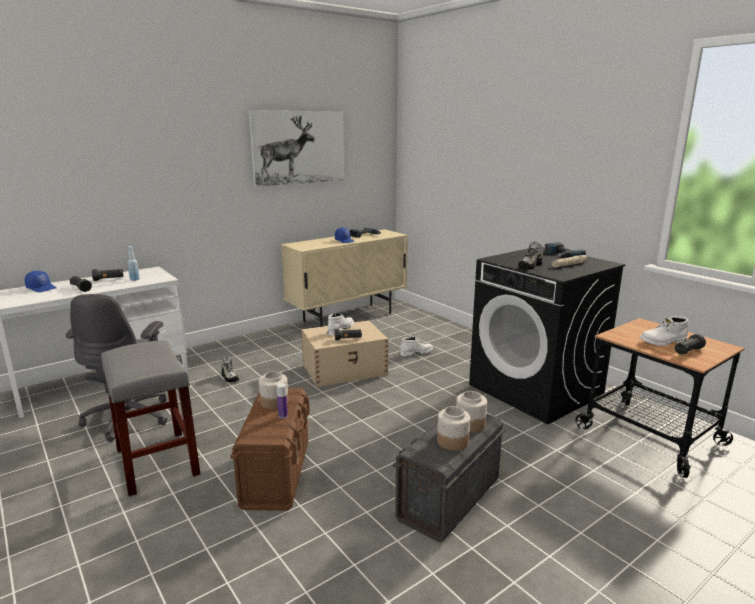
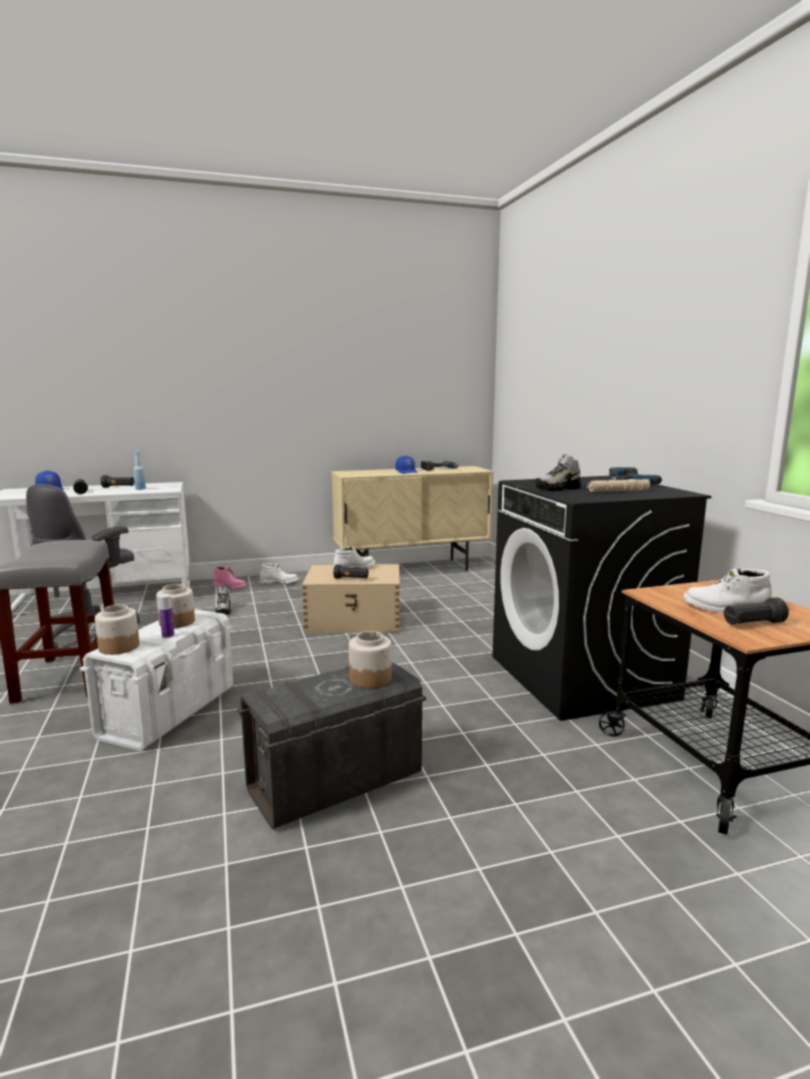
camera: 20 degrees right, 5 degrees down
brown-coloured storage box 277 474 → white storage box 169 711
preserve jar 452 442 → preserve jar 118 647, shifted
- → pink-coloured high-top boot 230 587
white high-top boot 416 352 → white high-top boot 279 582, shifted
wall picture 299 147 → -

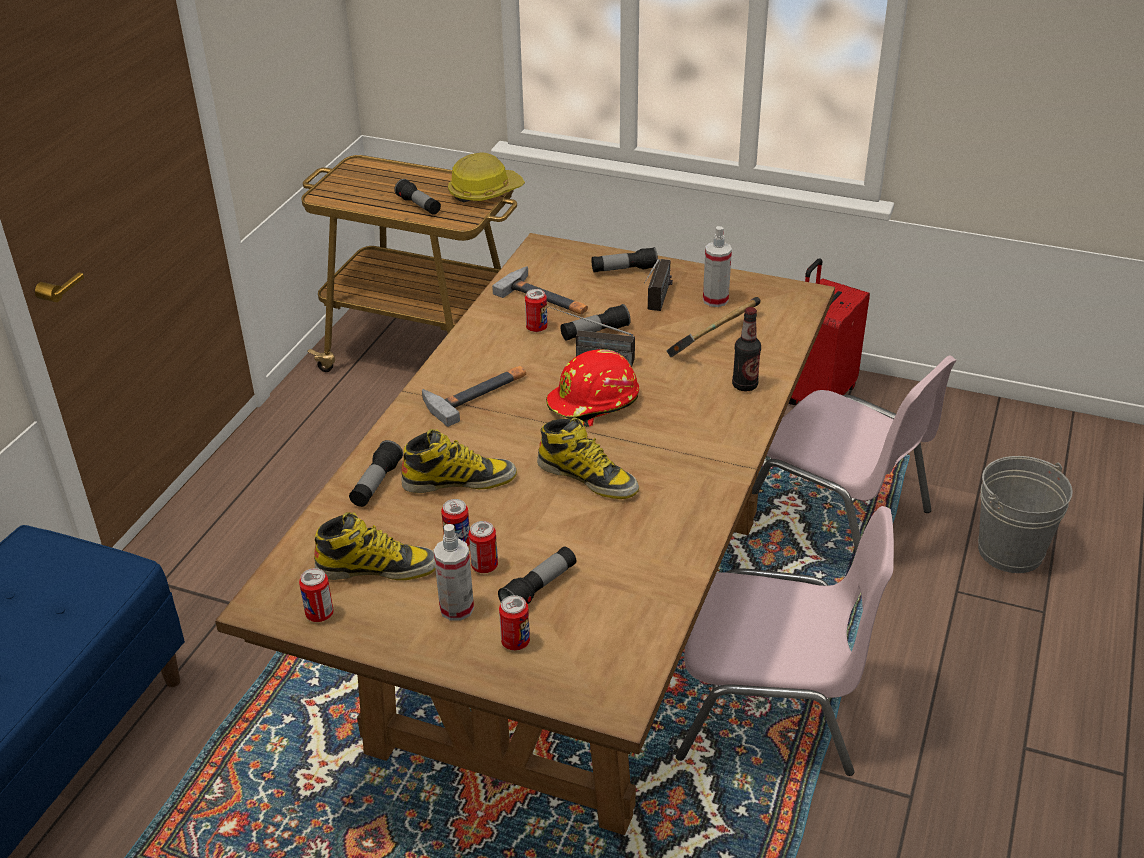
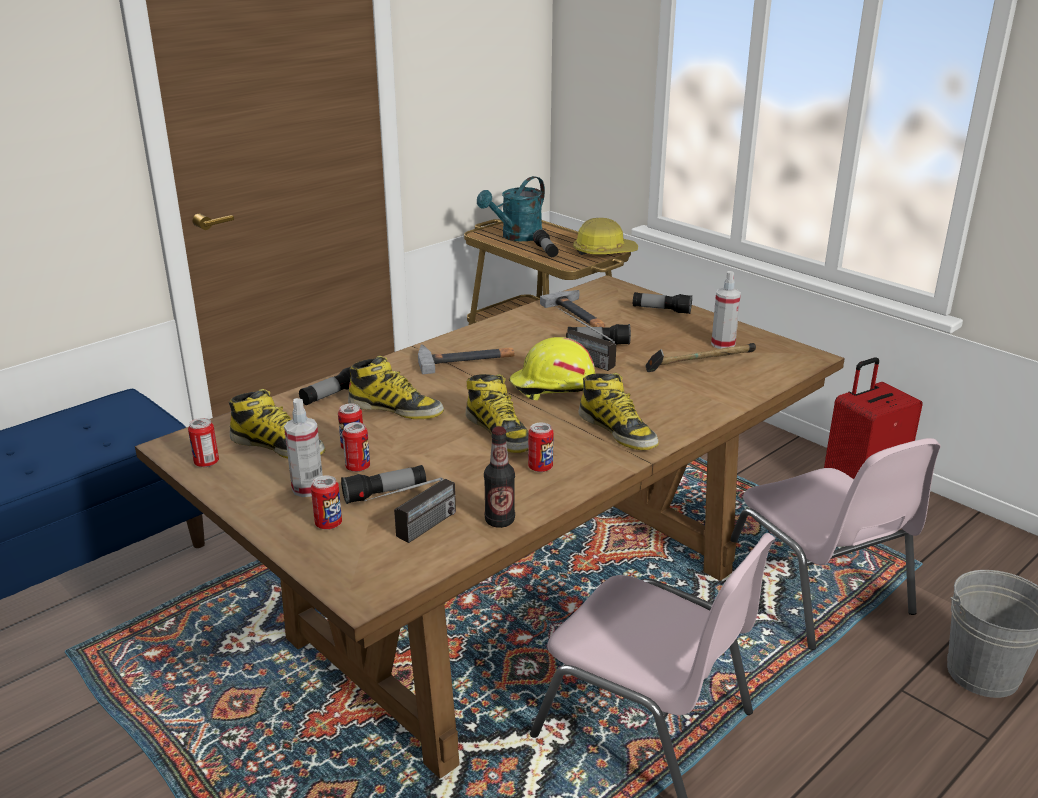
camera: 25 degrees right, 10 degrees down
radio 657 304 → radio 415 533, shifted
- → turquoise-coloured watering can 516 237
drink bottle 744 385 → drink bottle 499 521, shifted
red hard hat 593 403 → yellow hard hat 552 386
sealed can 536 328 → sealed can 540 467, shifted
- → high-top boot 618 430

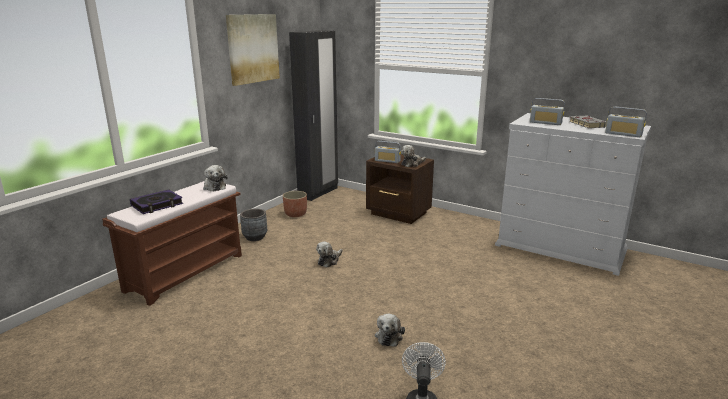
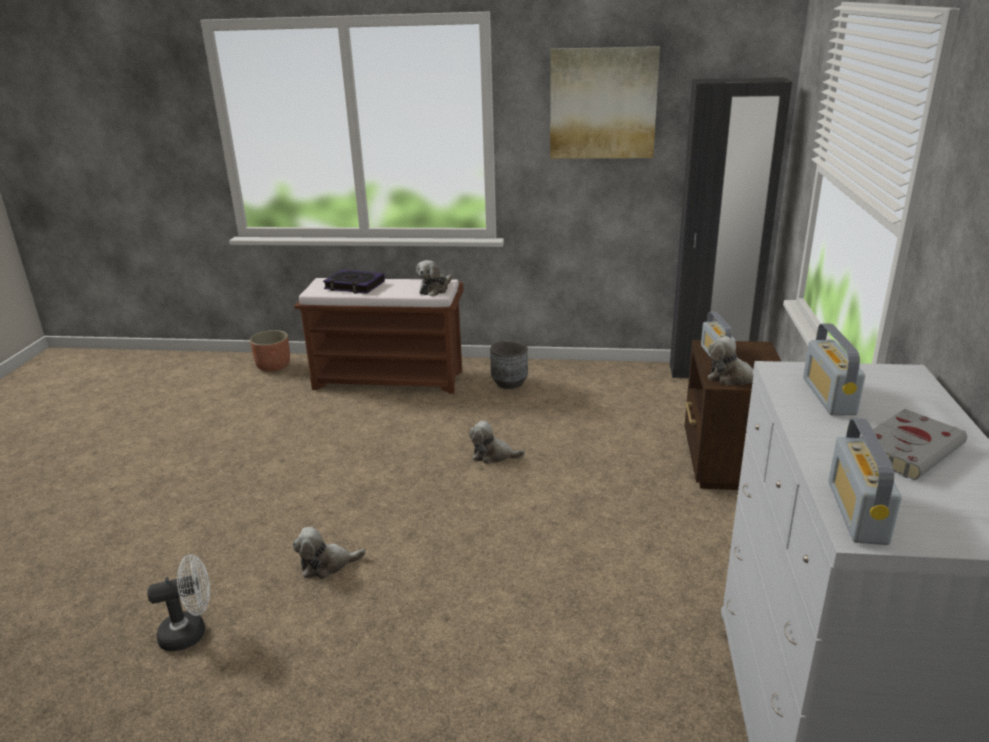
camera: 65 degrees right, 5 degrees up
plant pot 295 214 → plant pot 273 366, shifted

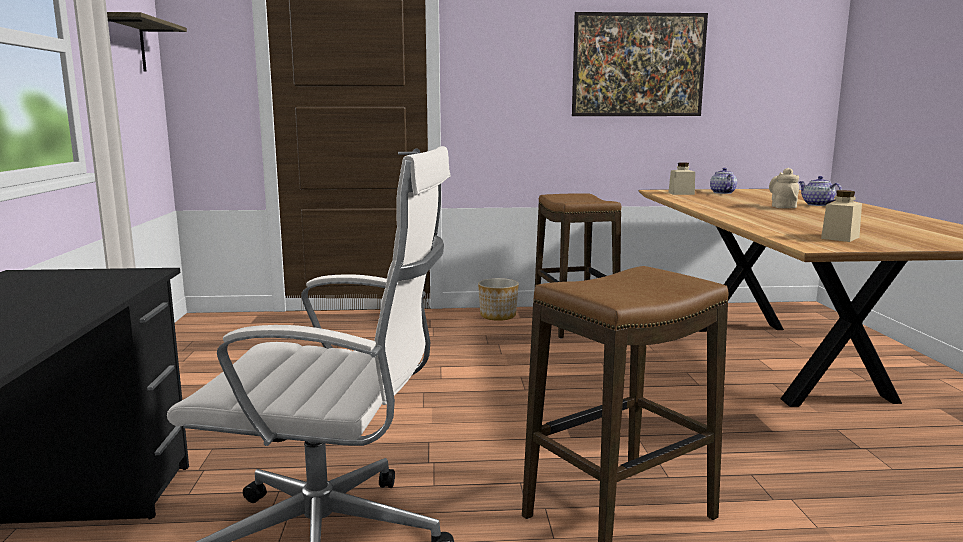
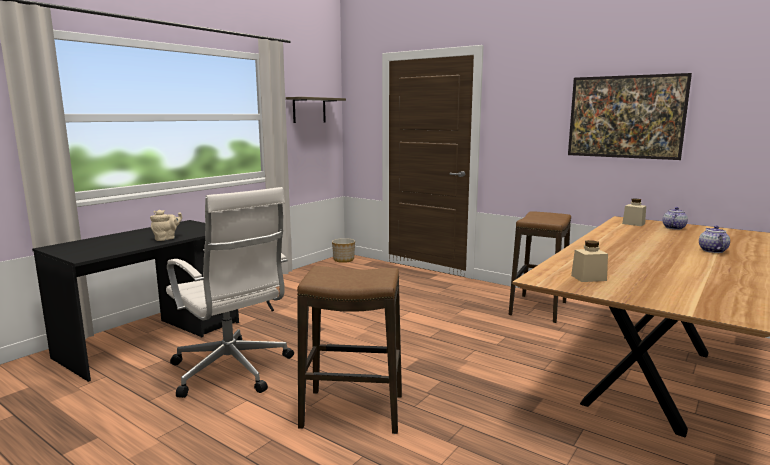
camera: 40 degrees right, 0 degrees up
sand-coloured teapot 782 207 → sand-coloured teapot 166 239, shifted
plant pot 497 316 → plant pot 344 260, shifted

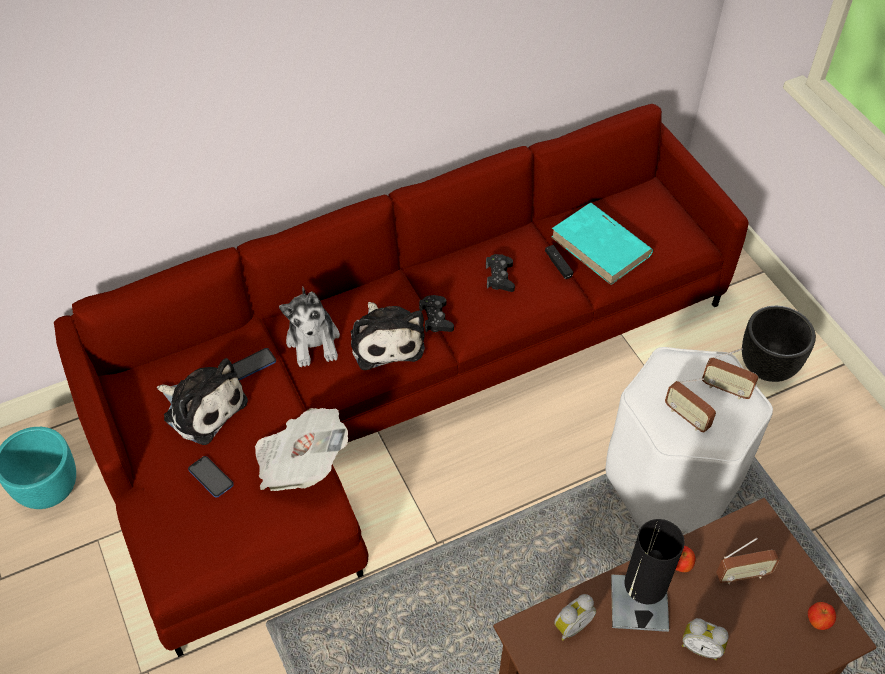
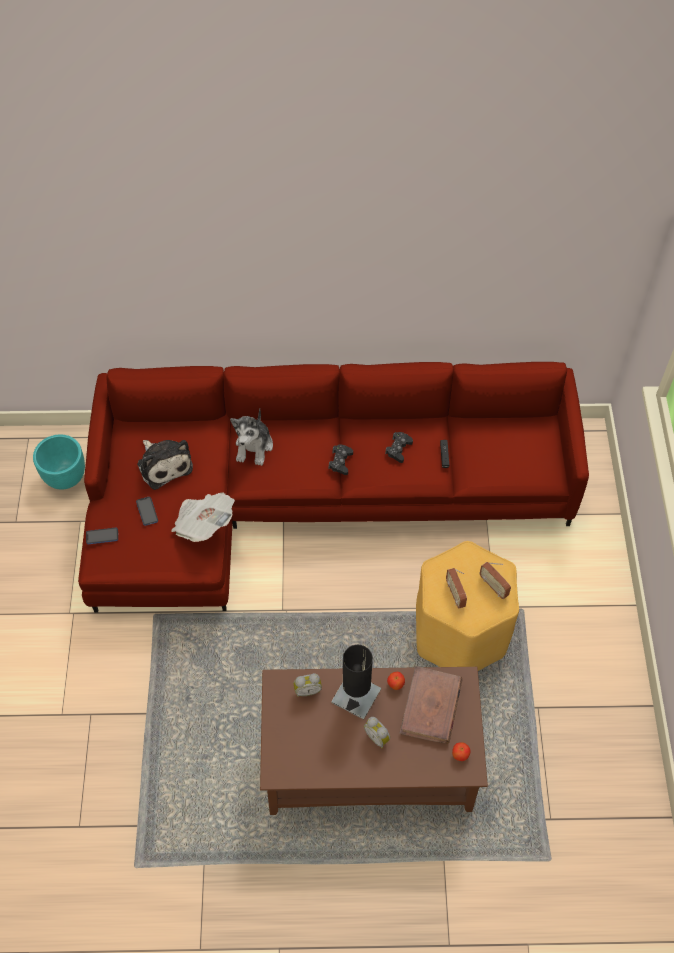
camera: 25 degrees right, 5 degrees up
telephone 253 365 → telephone 102 536, shifted
radio 742 575 → brown-coloured book 431 707
white stool 672 479 → yellow stool 460 633
cuddly toy 386 340 → -
turquoise-coloured book 601 247 → -
blackish plant pot 767 368 → -

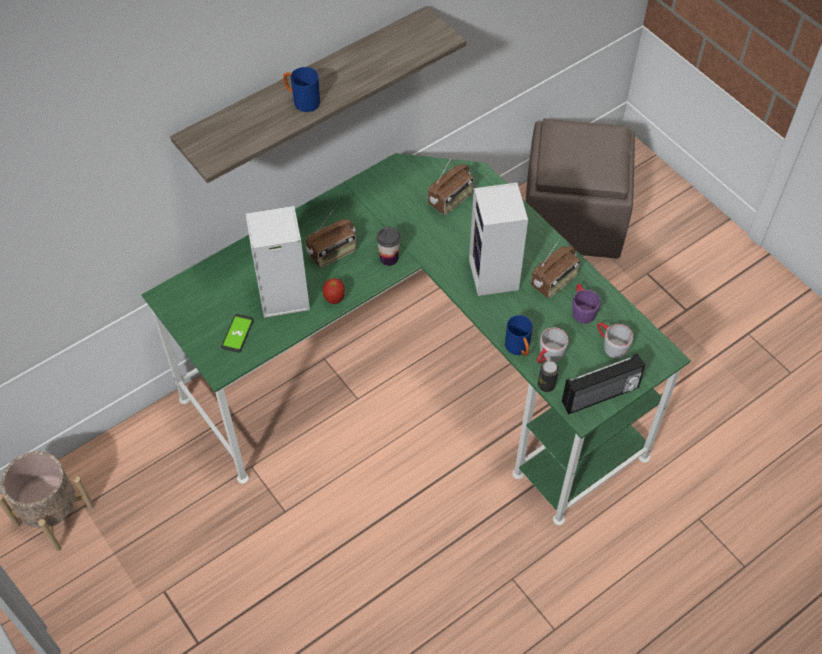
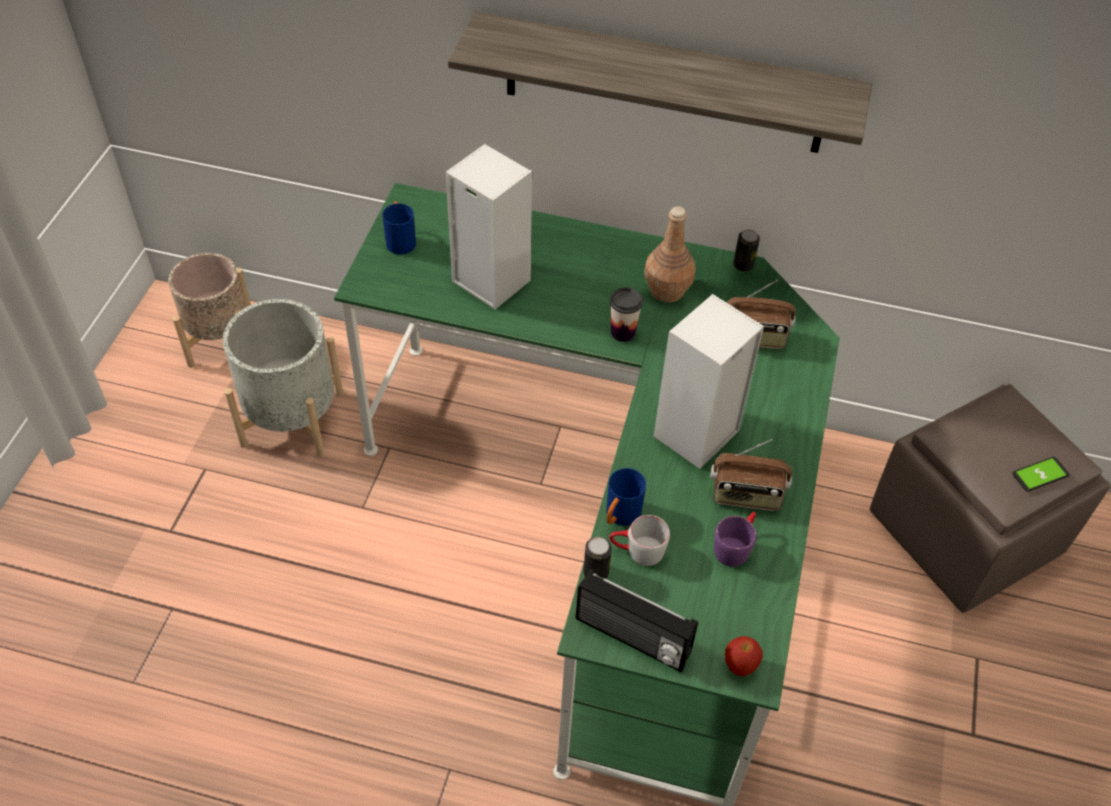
camera: 50 degrees right, 5 degrees down
- → gray plant pot 292 419
blue-coloured mug 302 101 → blue-coloured mug 400 240, shifted
- → brown-coloured drink bottle 667 290
apple fruit 334 299 → apple fruit 739 667, shifted
- → sealed can 743 265
telephone 237 333 → telephone 1040 474, shifted
radio 332 253 → -
gray mug 610 345 → -

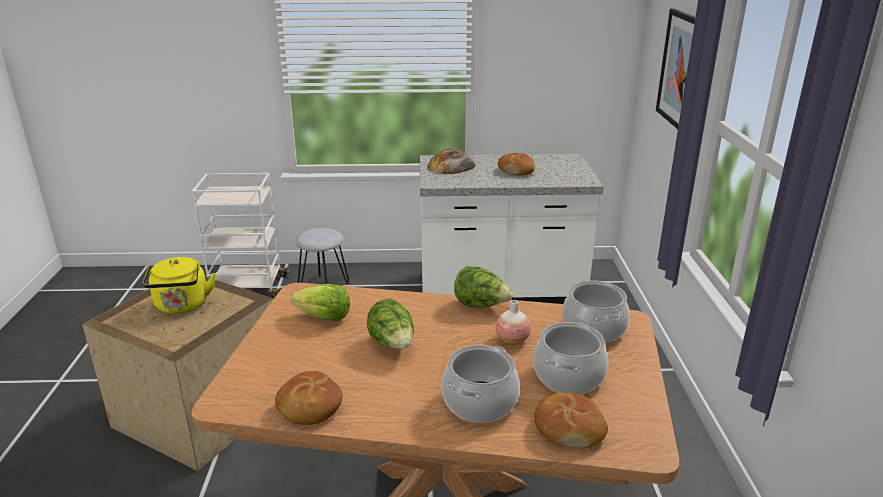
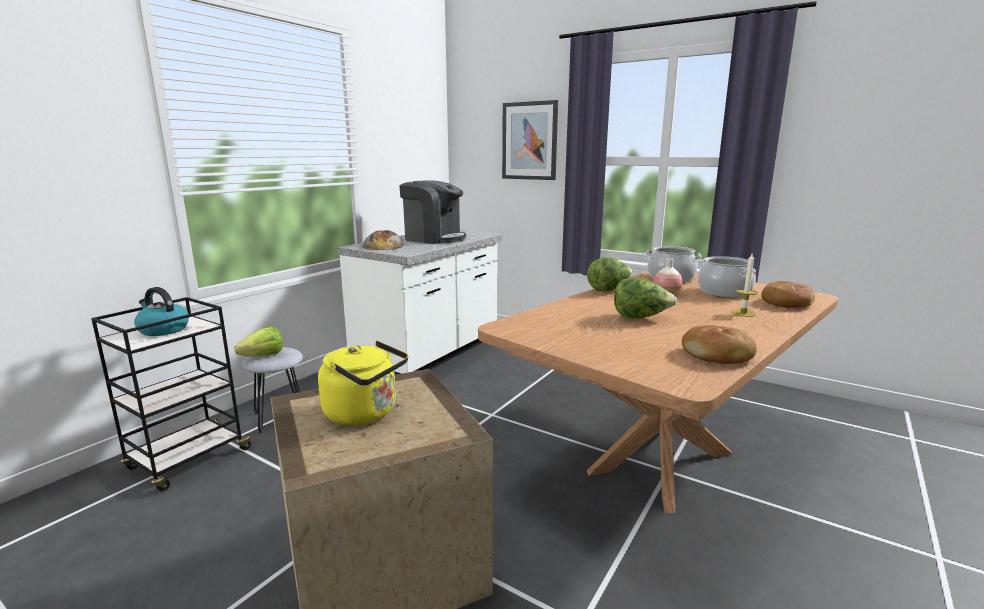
camera: 55 degrees left, 10 degrees down
white wheeled cart 248 287 → blackish wheeled cart 188 460
- → tea kettle 163 330
head of lettuce 324 317 → head of lettuce 263 356, shifted
baked bread 516 170 → coffee machine 434 238
stockpot 480 402 → candle 743 313

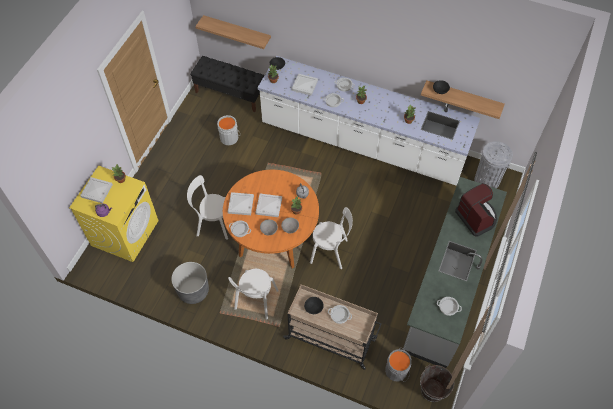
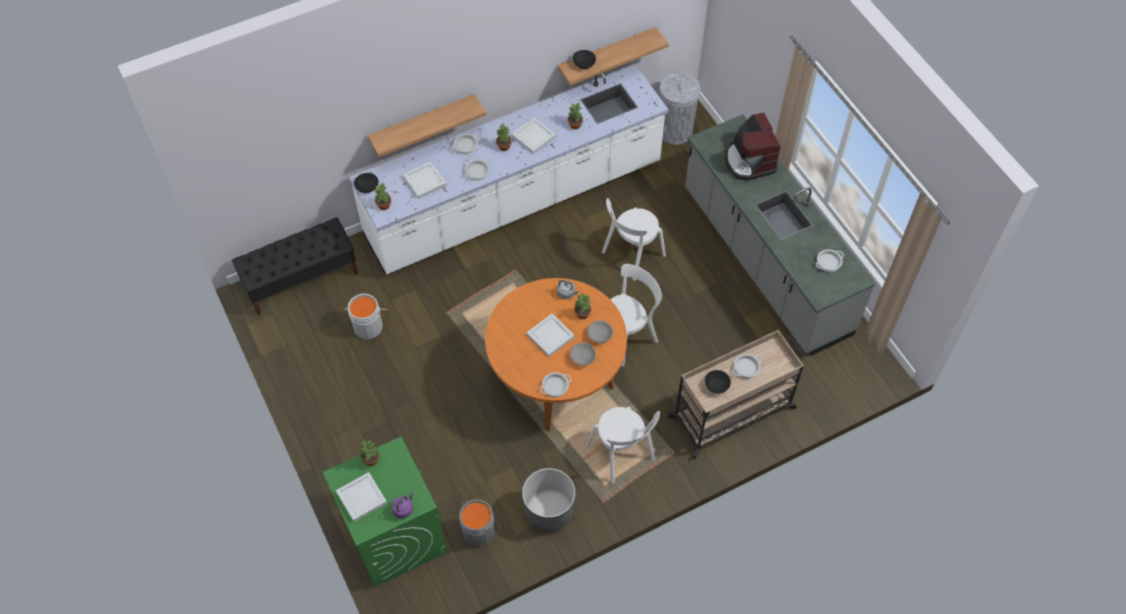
camera: 50 degrees left, 0 degrees up
yellow washing machine 125 232 → greenish washing machine 394 534
bracket shelf 237 31 → bracket shelf 422 122, shifted
gray pail 397 370 → gray pail 480 530, shifted
white tray 240 204 → white tray 533 137, shifted
white chair 213 223 → white chair 631 255, shifted
coffee machine 476 217 → coffee machine 749 161, 120 degrees counterclockwise
brown-coloured pail 432 390 → -

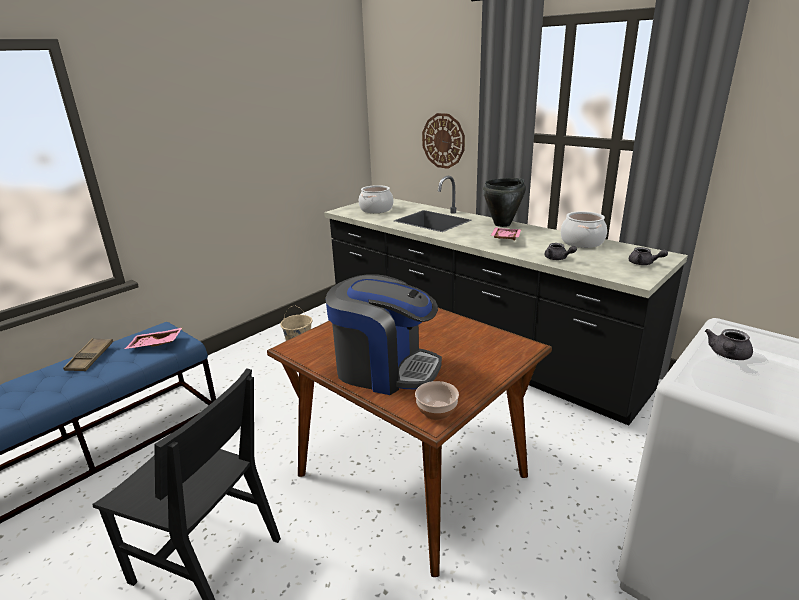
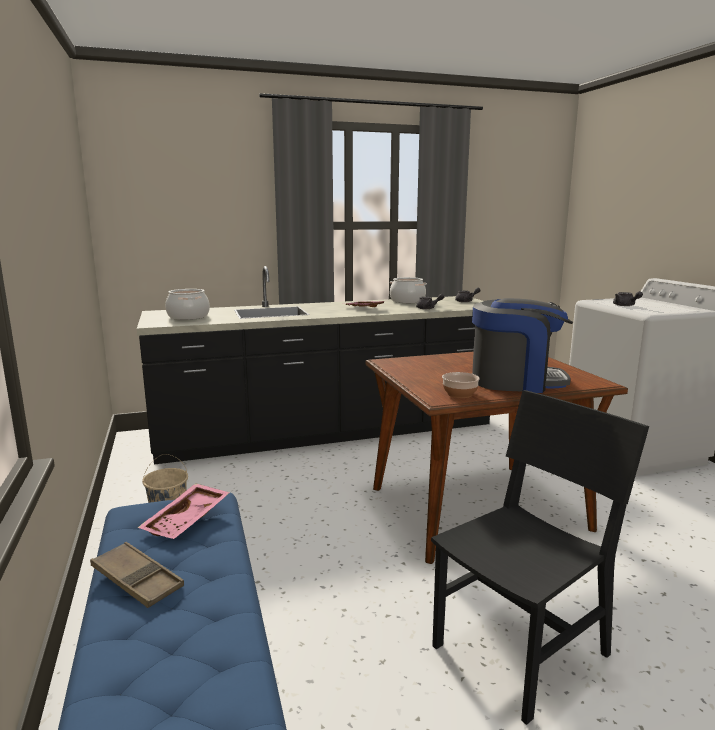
camera: 60 degrees left, 10 degrees down
deep dish 437 410 → deep dish 459 394, shifted
coffee machine 385 369 → coffee machine 516 381, 45 degrees clockwise
clock on the wall 443 141 → -
blackish stockpot 502 224 → -

